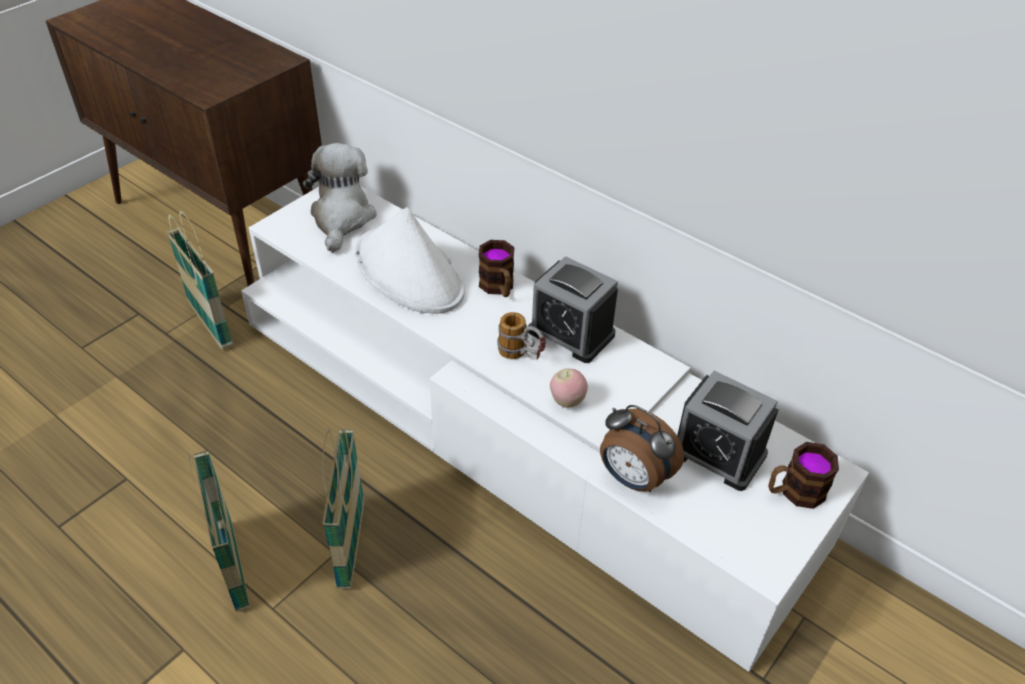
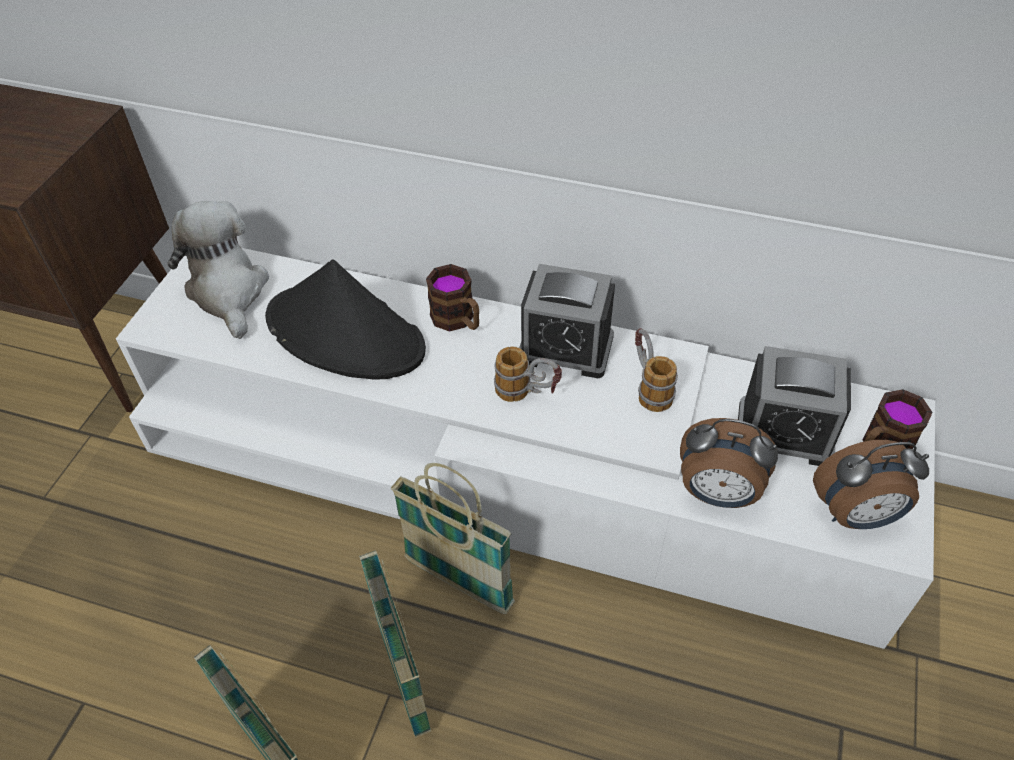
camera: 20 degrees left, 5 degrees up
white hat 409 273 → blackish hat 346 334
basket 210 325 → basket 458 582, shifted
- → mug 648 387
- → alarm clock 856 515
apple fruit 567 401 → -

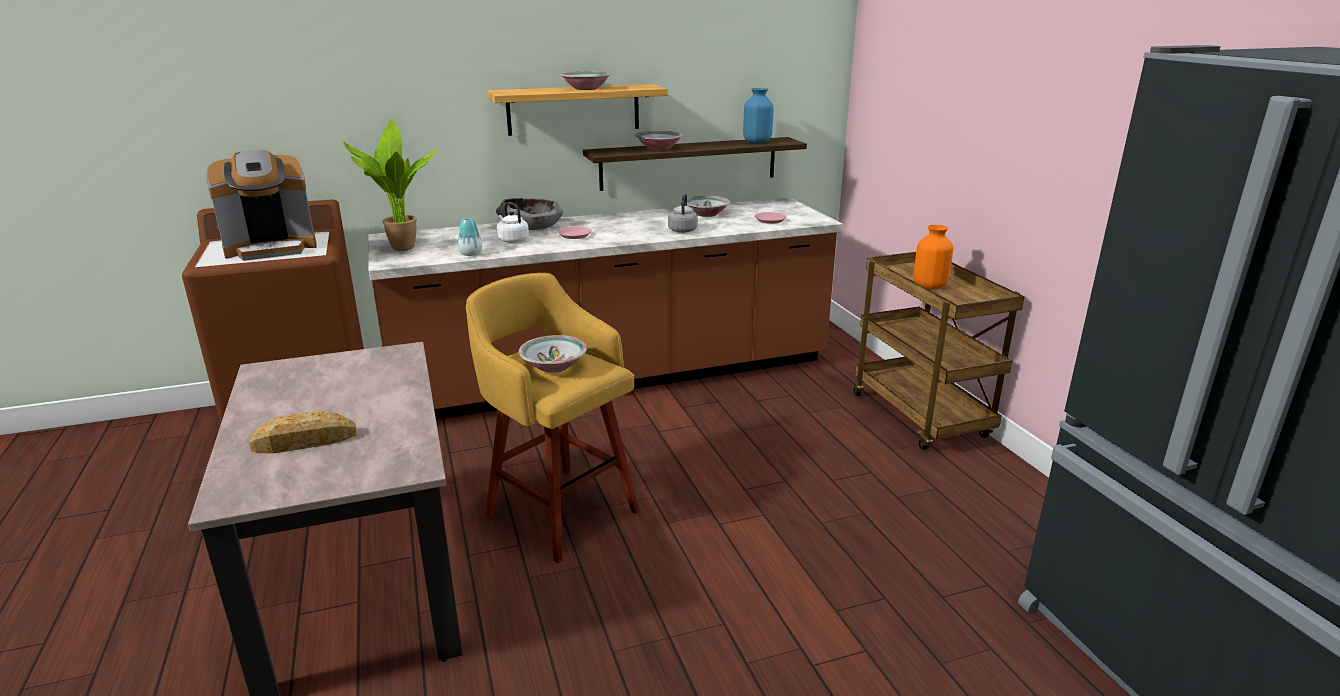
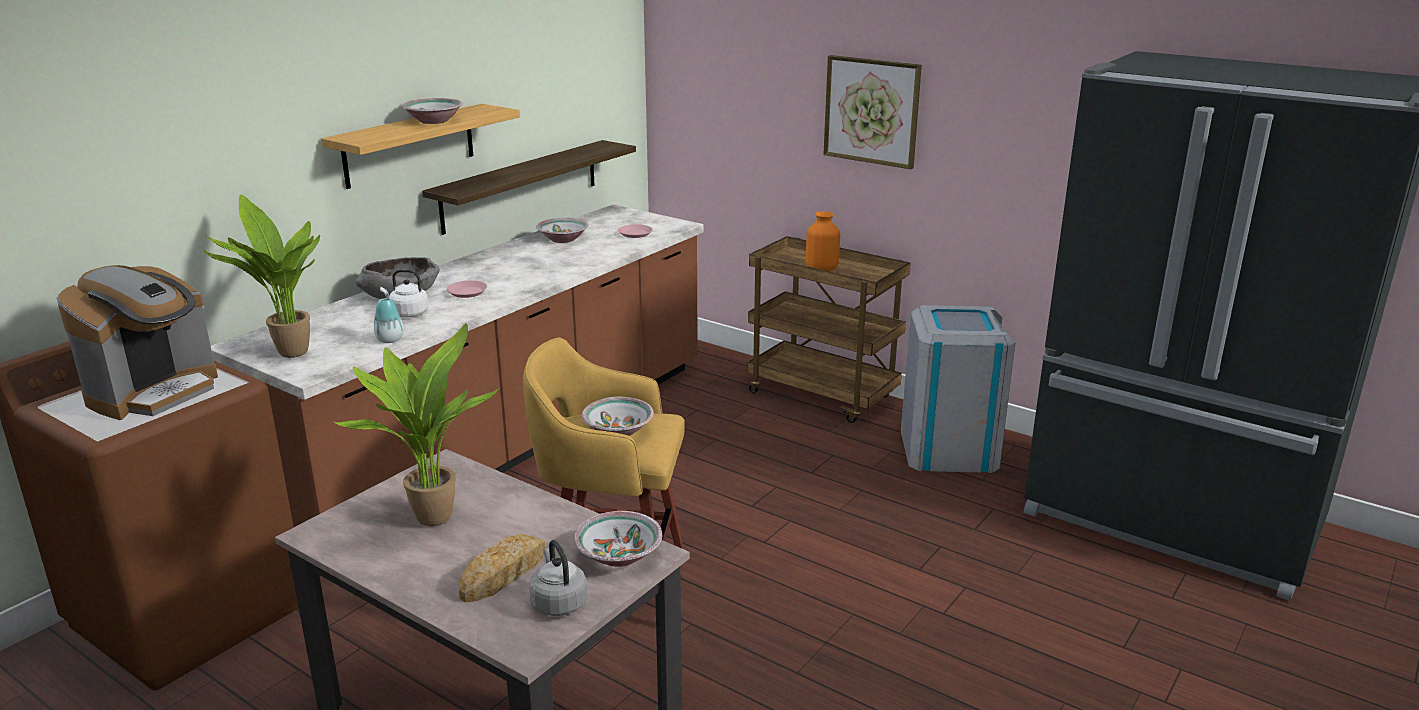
camera: 35 degrees left, 0 degrees up
- → houseplant 431 516
gray tea kettle 683 230 → gray tea kettle 558 602, shifted
deep dish 658 148 → deep dish 618 556, shifted
- → wall picture 872 111
- → gray rubbish bin 948 449
blue-coloured vase 757 142 → -

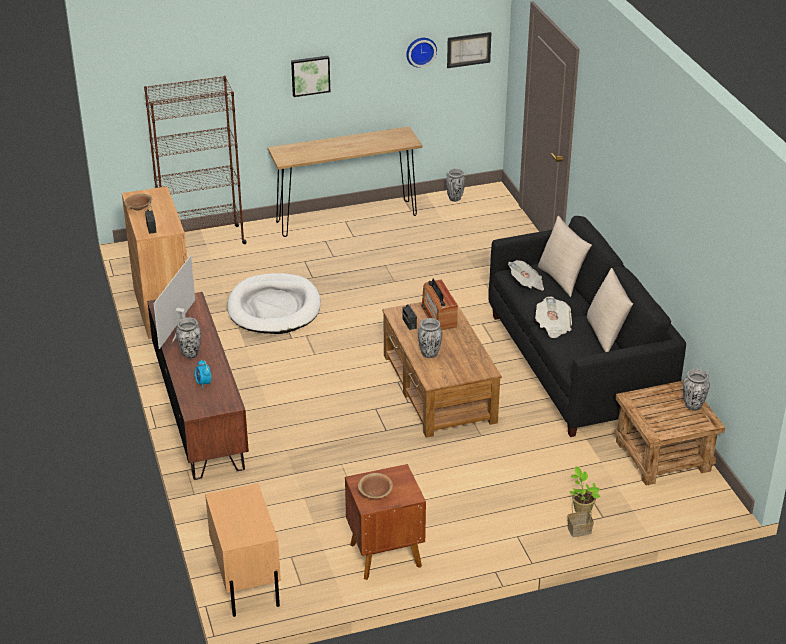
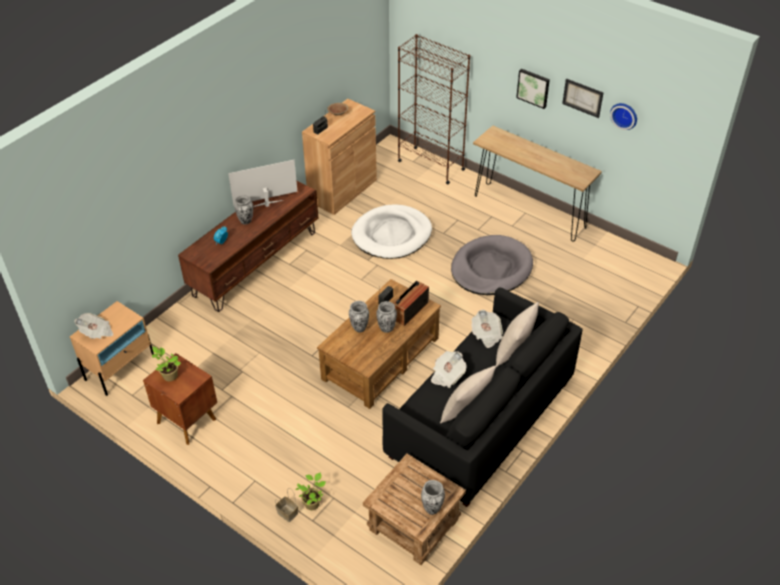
camera: 55 degrees right, 10 degrees up
- → daily paper 97 332
brown-coloured deep dish 375 493 → houseplant 169 375
vase 454 198 → vase 386 328, shifted
- → gray pet bed 491 269
wall picture 468 49 → wall picture 582 97, shifted

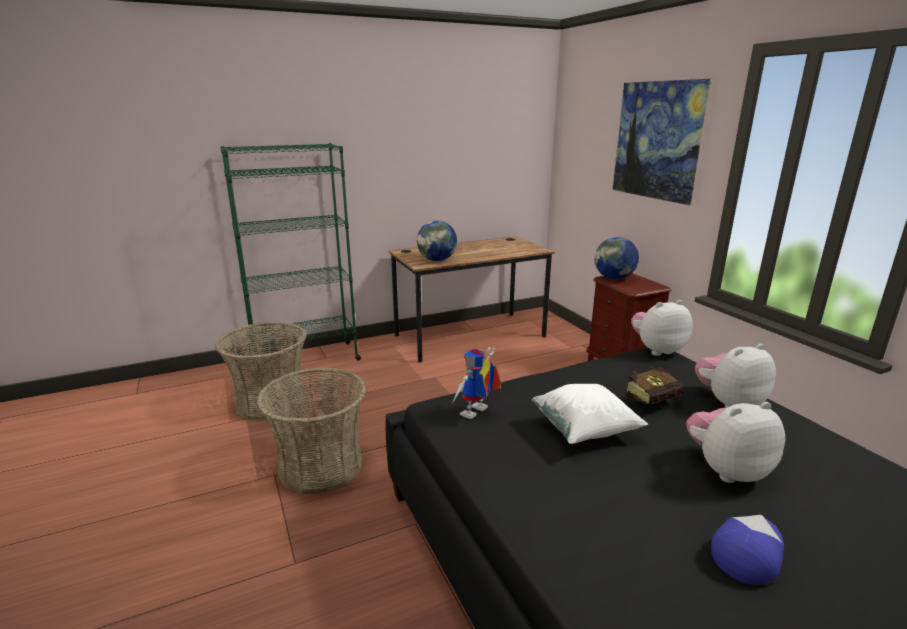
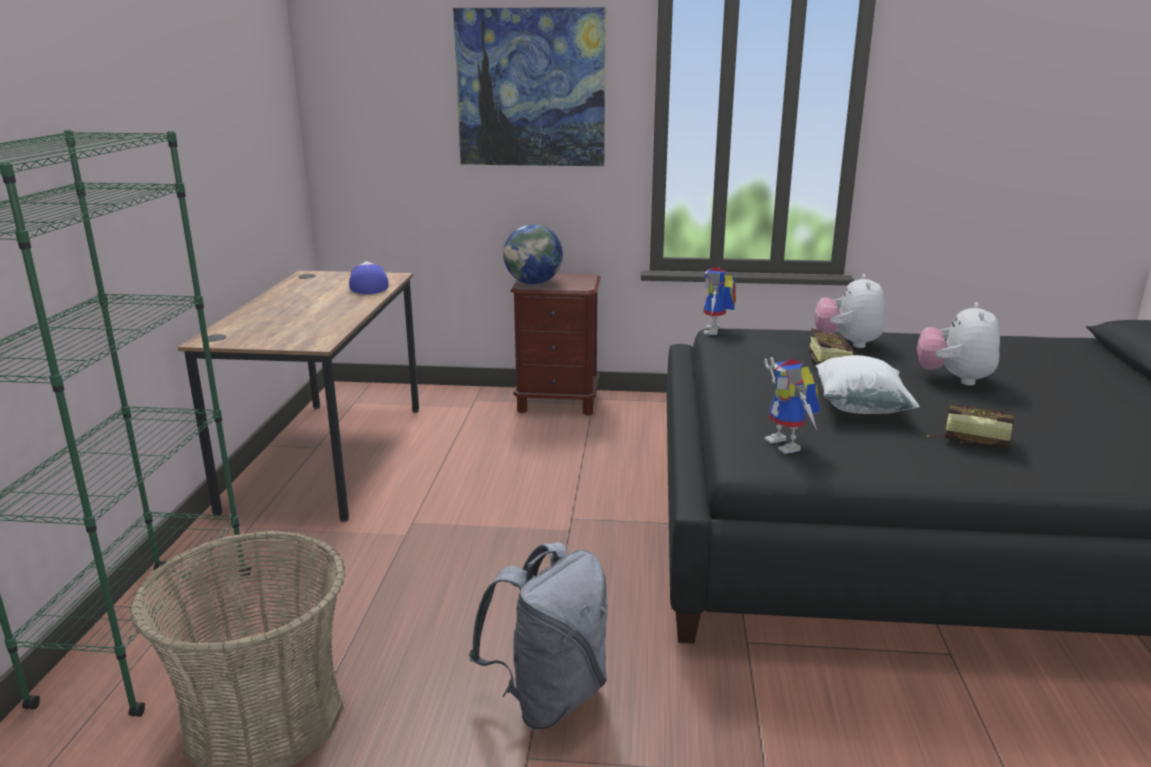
camera: 60 degrees left, 0 degrees up
baseball cap 748 552 → baseball cap 368 287, shifted
basket 321 466 → gray backpack 548 697
cuddly toy 657 350 → robot figure 716 332
- → book 967 439
world globe 437 260 → -

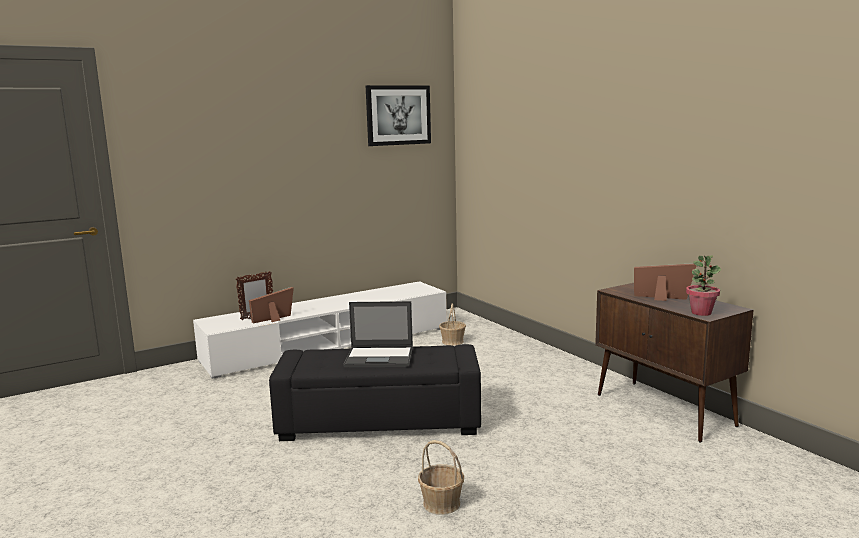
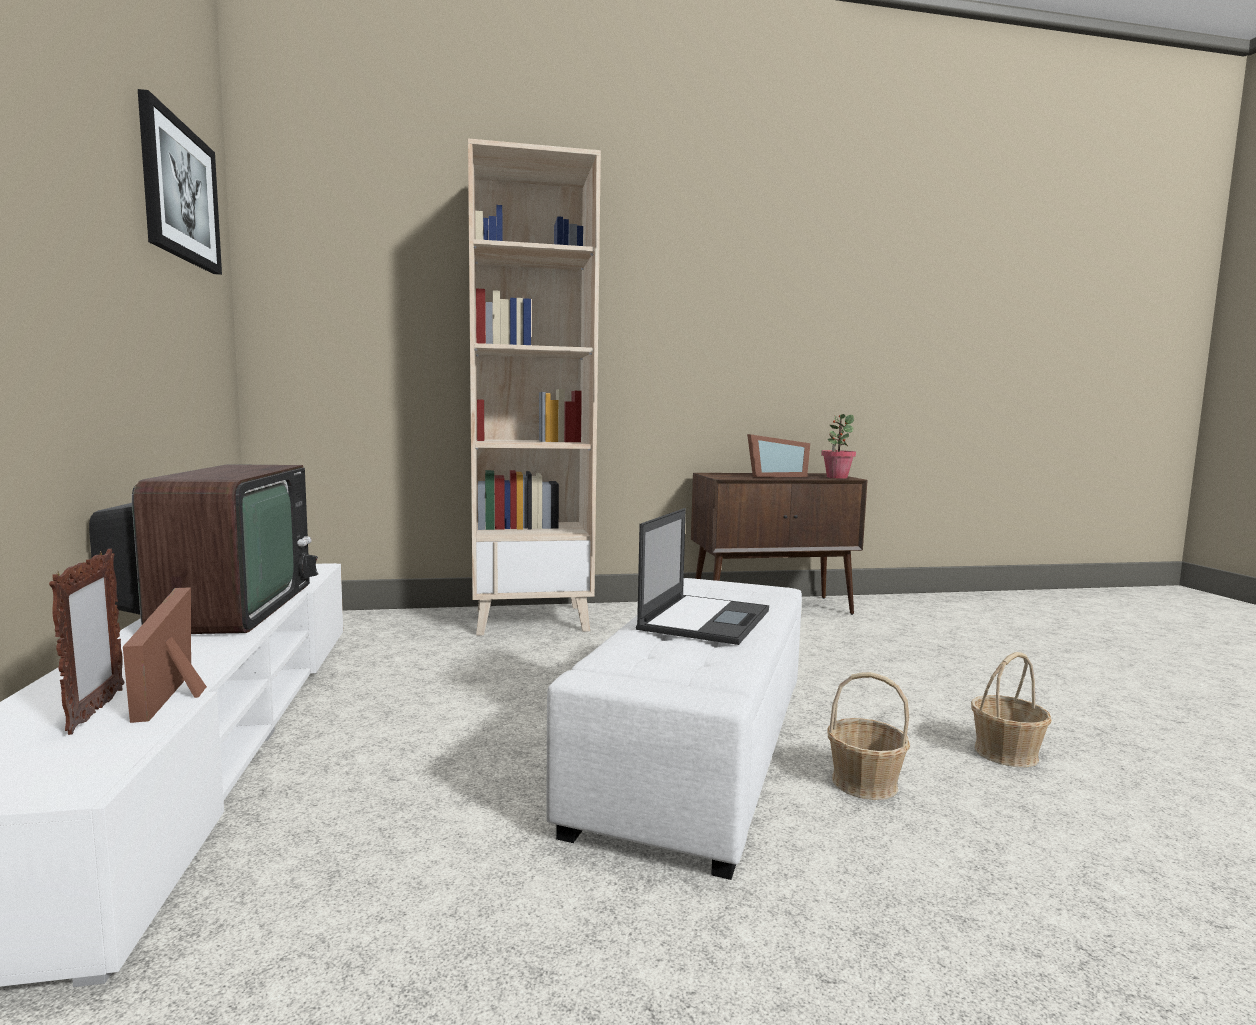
camera: 70 degrees left, 5 degrees down
- → TV set 222 609
- → sand-coloured bookshelf 532 619
blackish pouffe 380 421 → white pouffe 697 751
standing frame 663 298 → standing frame 774 476, 150 degrees counterclockwise
basket 453 341 → basket 864 782, shifted

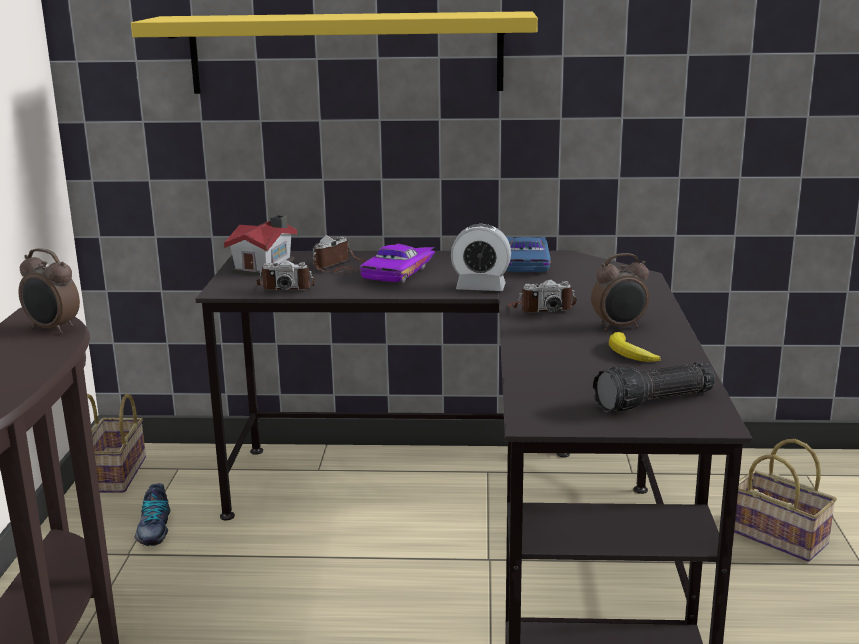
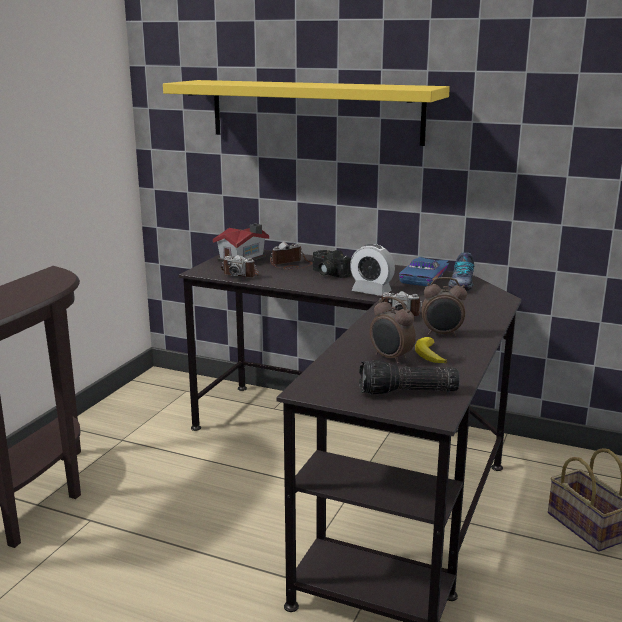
camera: 20 degrees right, 0 degrees up
purple-coloured miniature car 401 272 → still camera 327 274
alarm clock 52 329 → alarm clock 390 358, shifted
item of footwear 153 528 → item of footwear 461 284, shifted
basket 115 473 → -

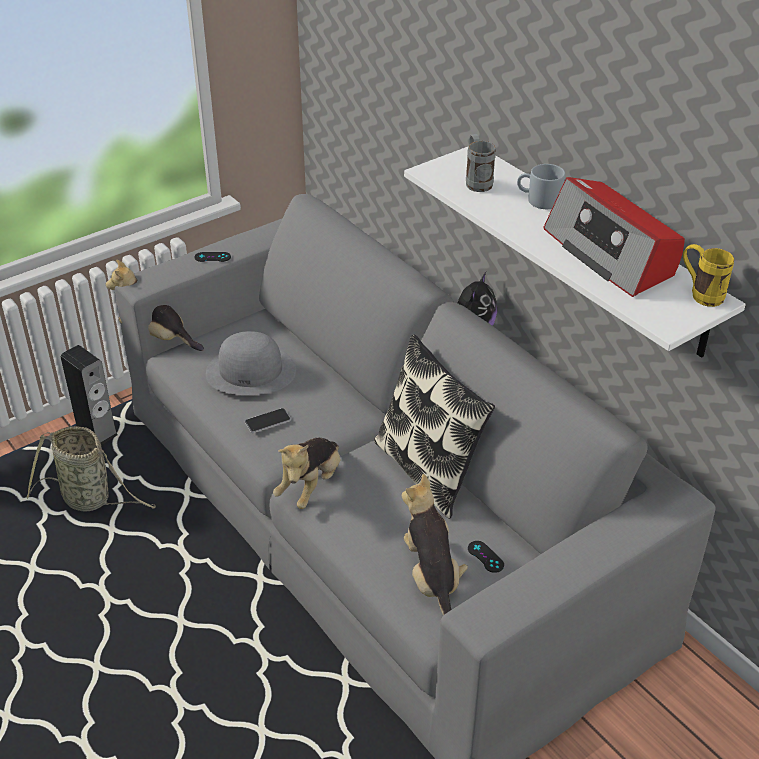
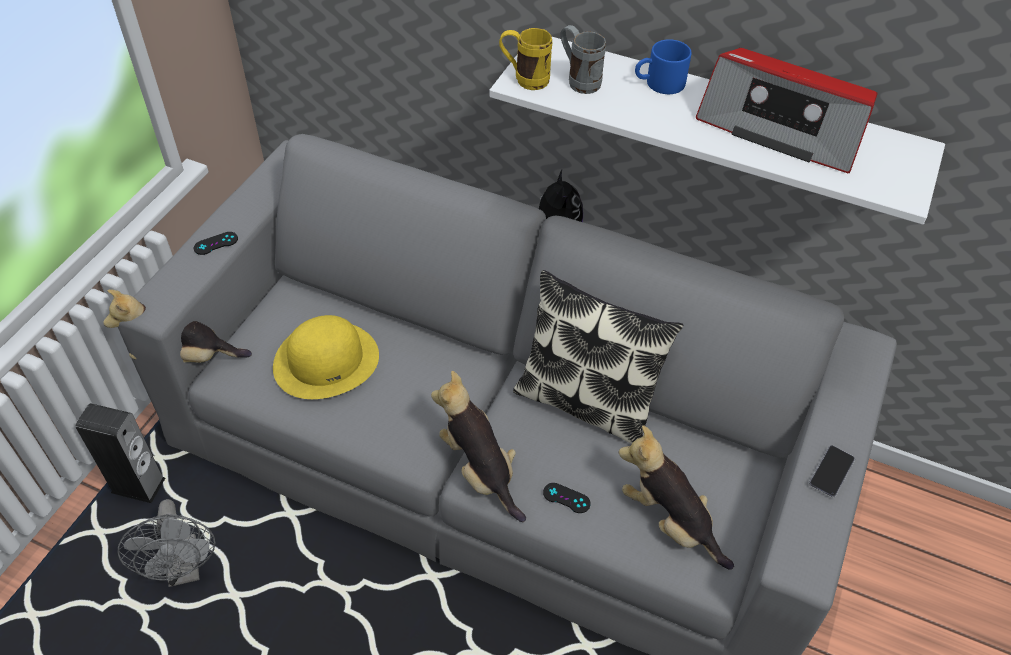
camera: 30 degrees left, 10 degrees up
basket 90 499 → gray fan 184 570
gray hat 251 371 → yellow hat 326 360
cuddly toy 310 485 → cuddly toy 480 470, 150 degrees clockwise
yellow mug 700 294 → yellow mug 524 79, shifted
blackish gamepad 485 557 → blackish gamepad 566 498, shifted
gray mug 538 200 → blue-coloured mug 659 84
telephone 267 421 → telephone 831 472, shifted

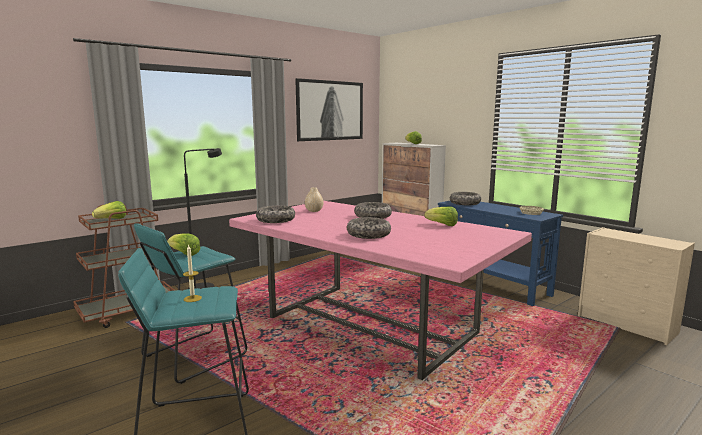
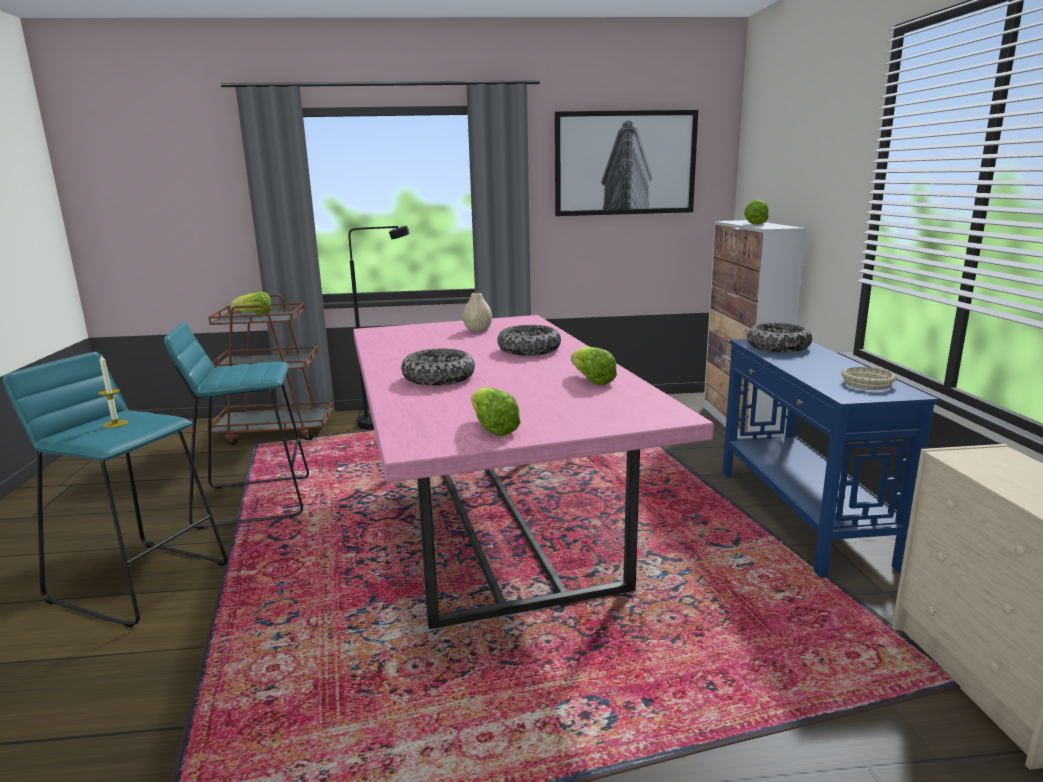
camera: 35 degrees right, 5 degrees up
head of lettuce 184 254 → head of lettuce 492 428, shifted
deep dish 275 220 → -

